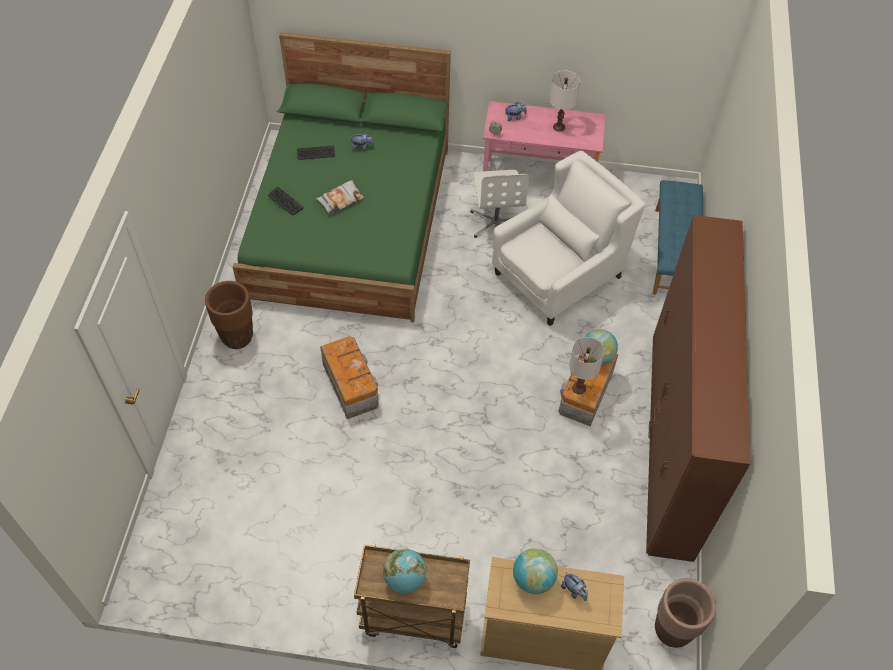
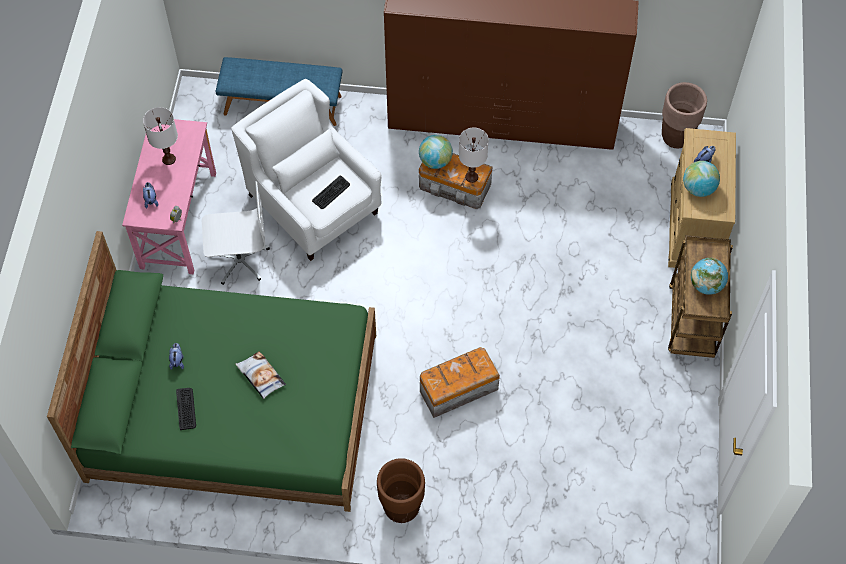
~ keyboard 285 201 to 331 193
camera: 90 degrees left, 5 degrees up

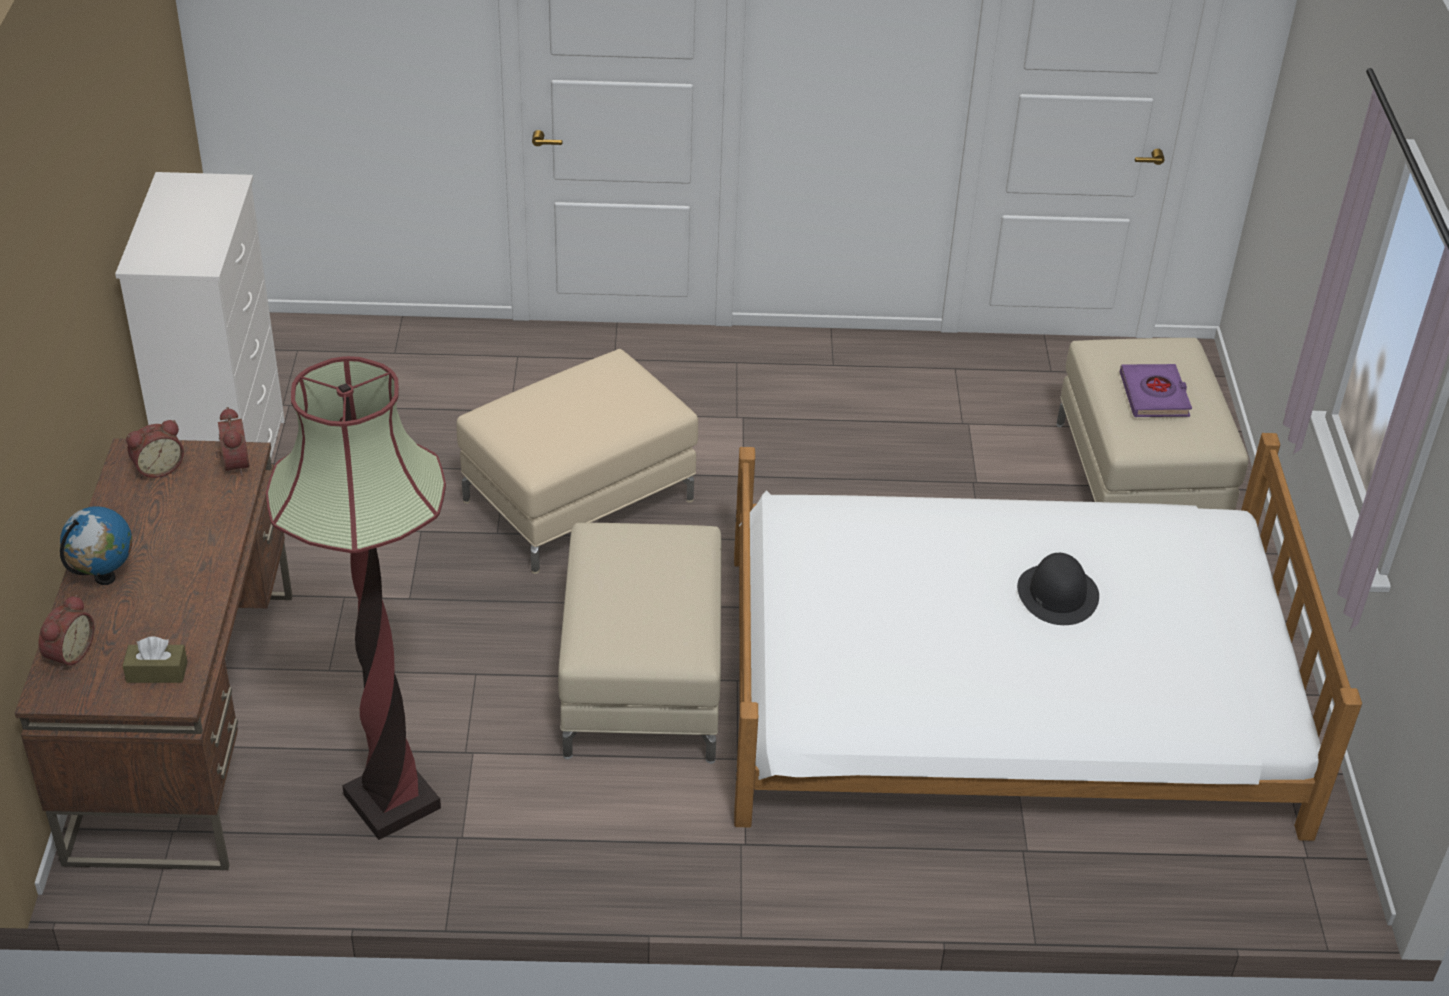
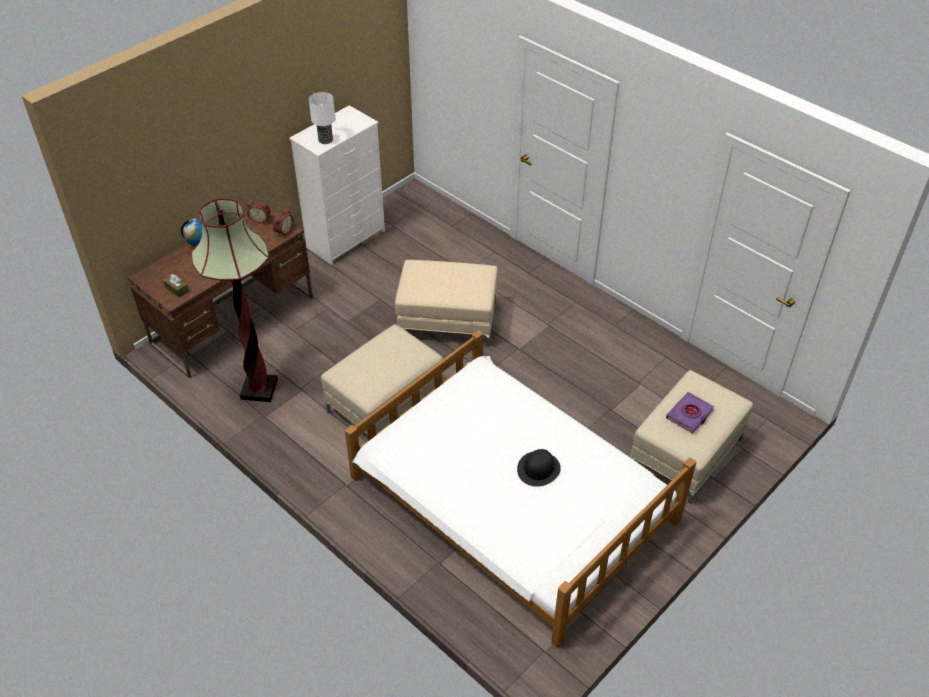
+ table lamp 325 140
- alarm clock 68 653
camera: 45 degrees right, 5 degrees up

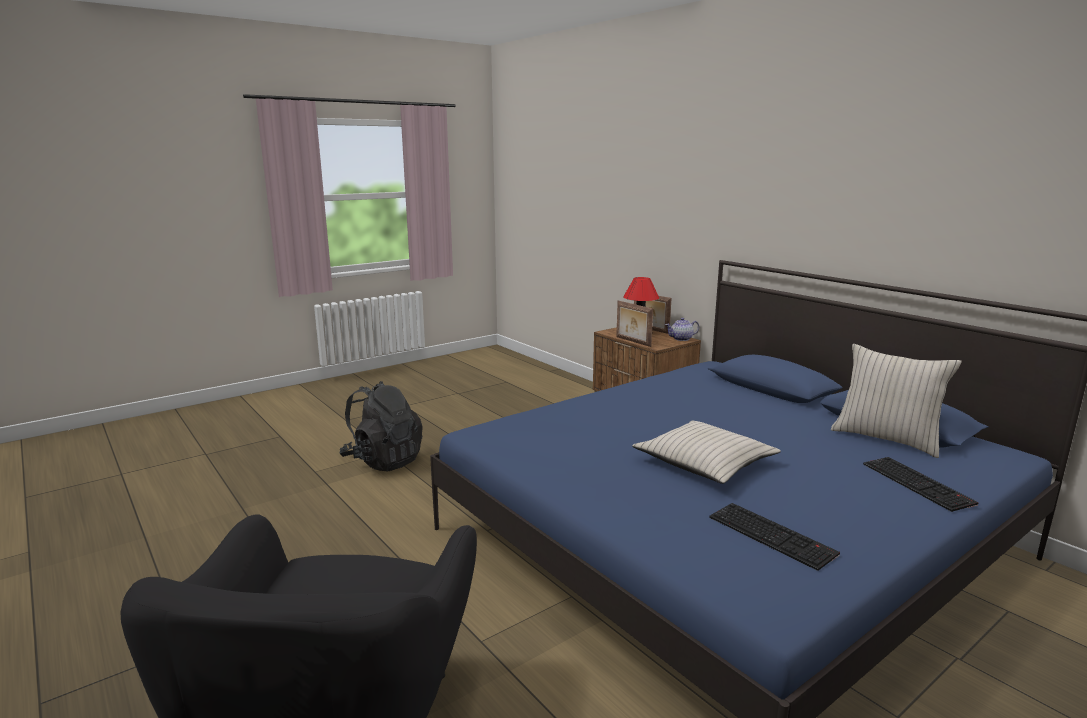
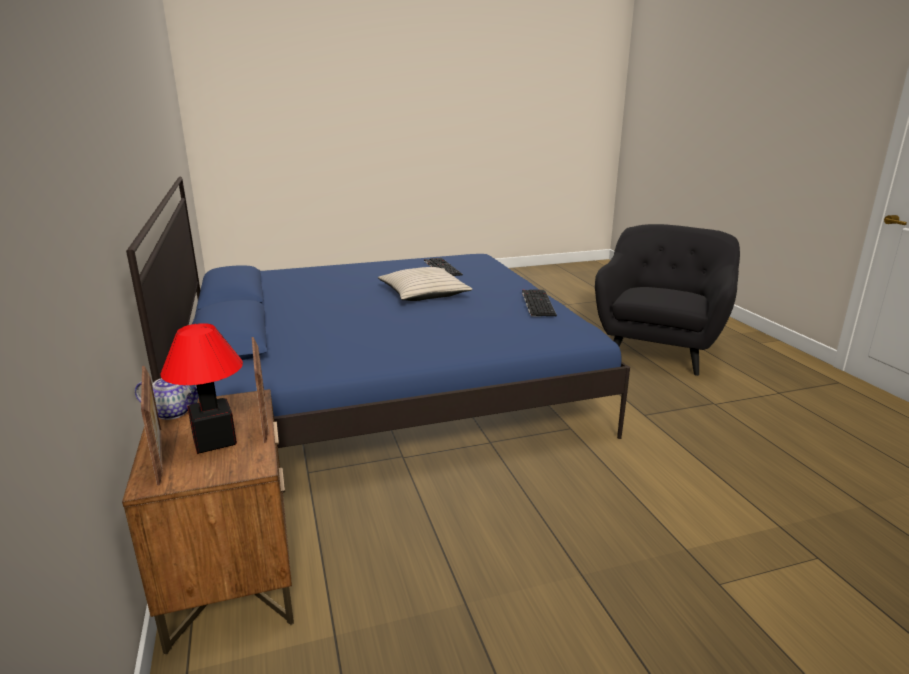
~ keyboard 919 484 to 537 303
- black backpack 383 460
- beige pillow 886 439
camera: 160 degrees left, 5 degrees up

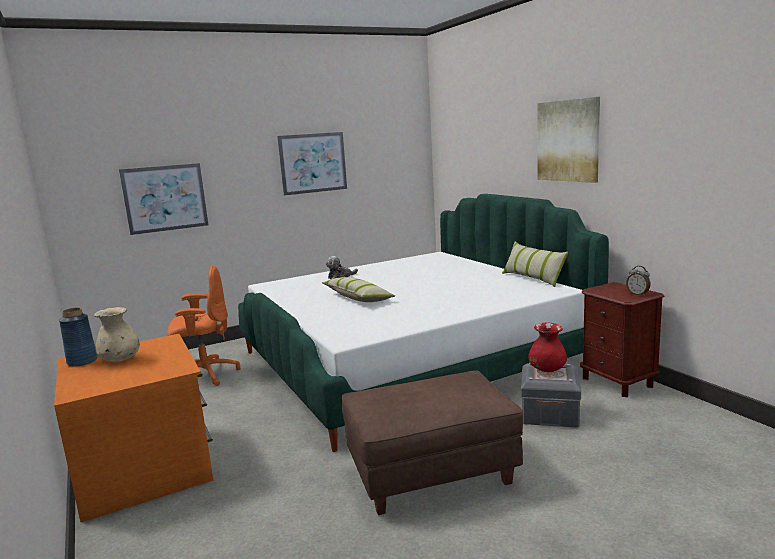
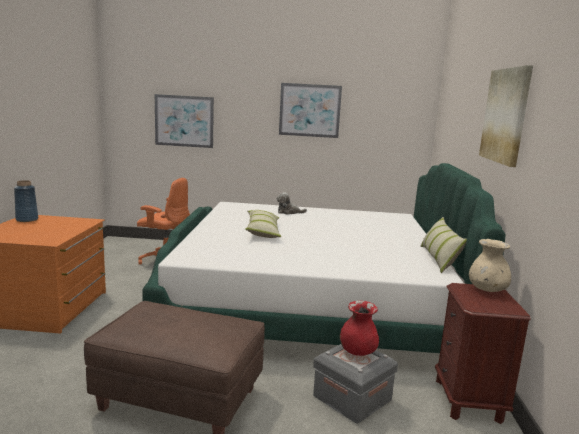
~ beige vase 120 360 to 487 290
- alarm clock 638 294
camera: 30 degrees right, 0 degrees up

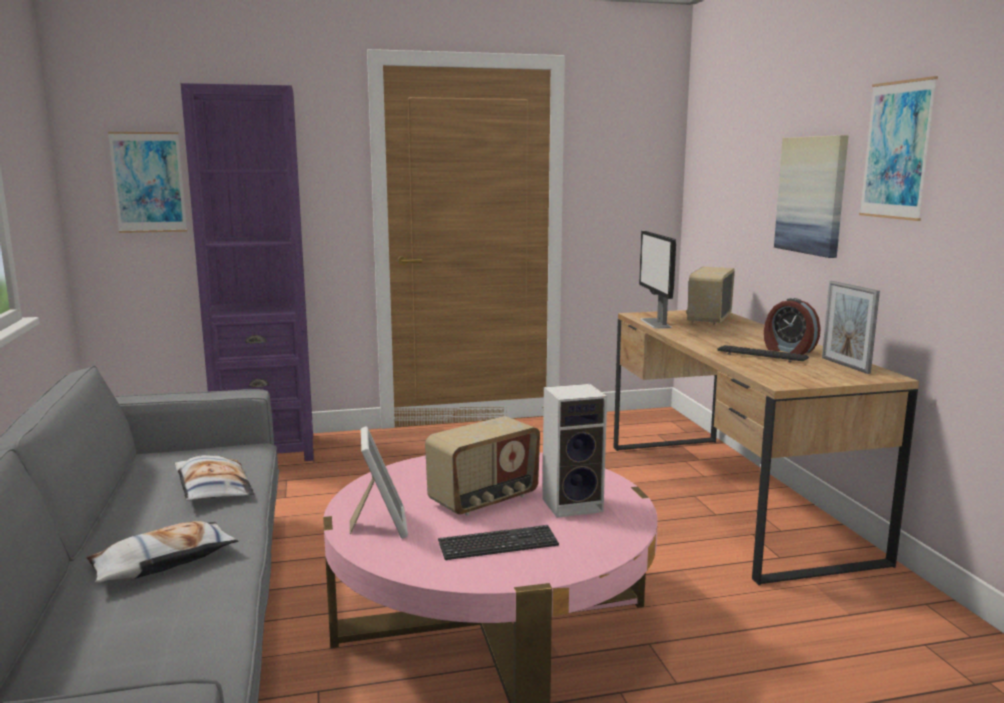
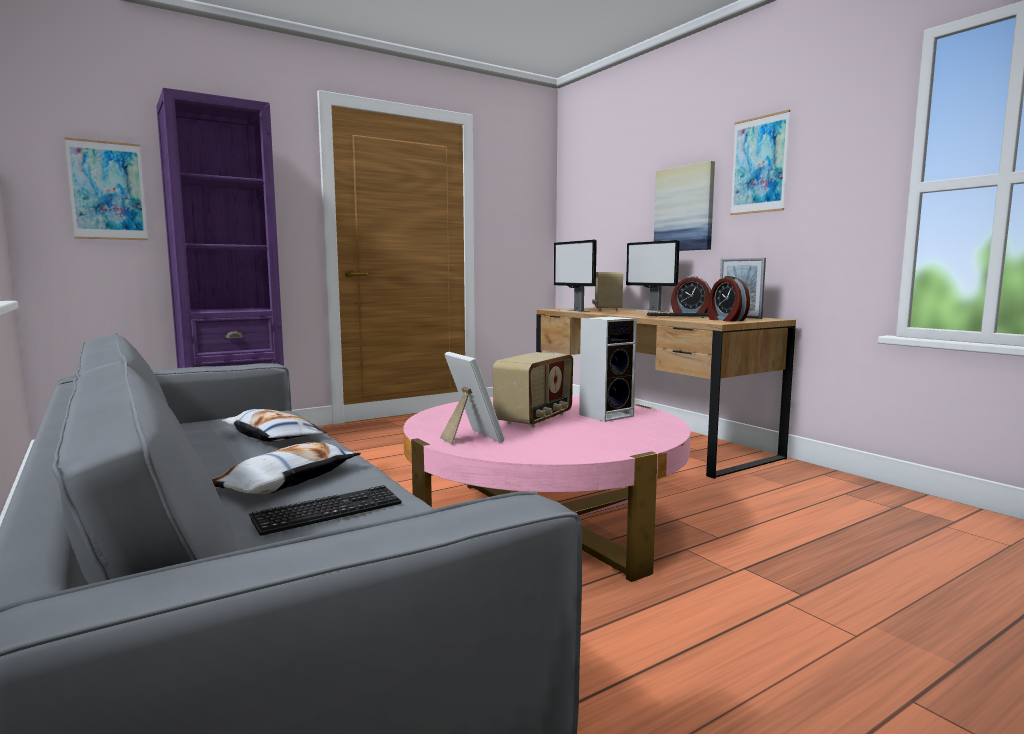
~ keyboard 498 545 to 328 512
+ monitor 651 310
+ alarm clock 726 320
camera: 20 degrees left, 5 degrees down

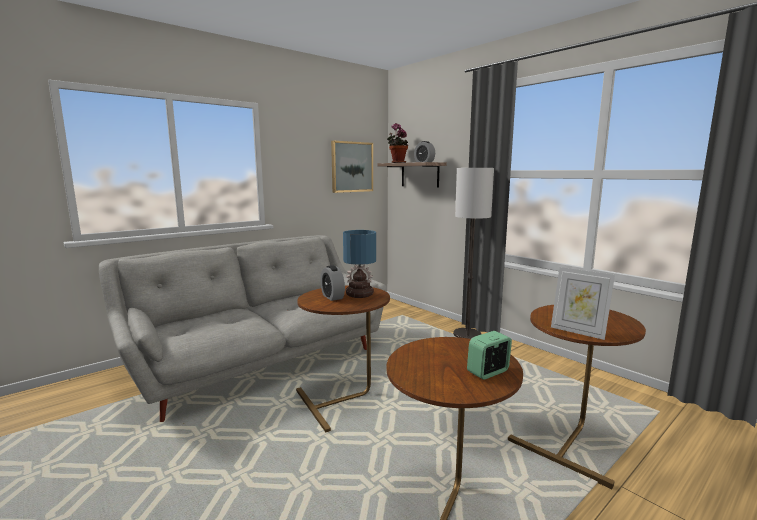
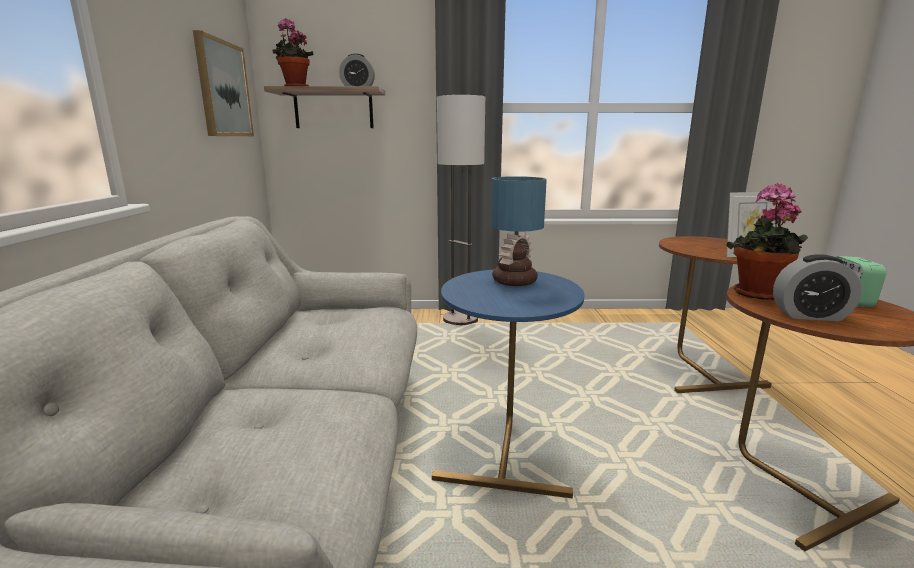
~ brown side table 344 401 to blue side table 506 450
+ potted plant 757 295
~ alarm clock 332 297 to 809 315
camera: 50 degrees left, 5 degrees up

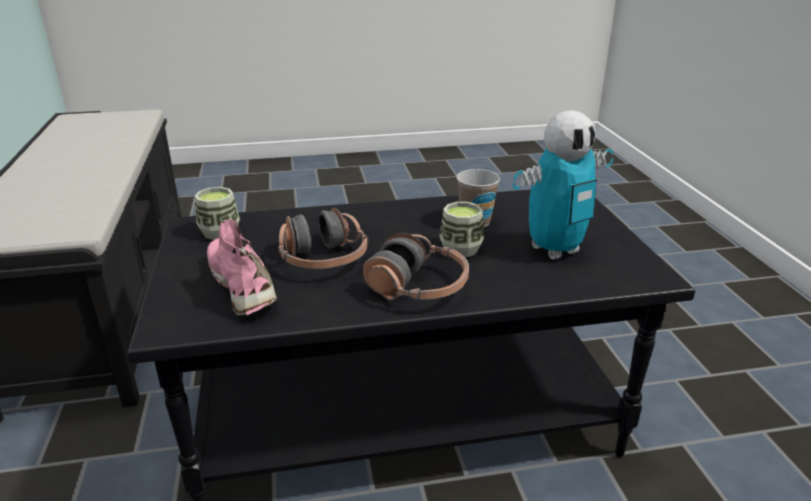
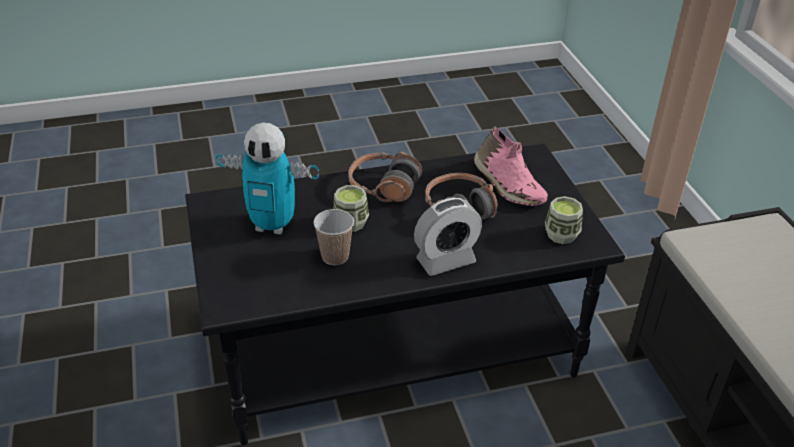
~ toy robot 555 250 = 273 225 135 degrees counterclockwise
+ alarm clock 445 261
camera: 175 degrees right, 10 degrees up

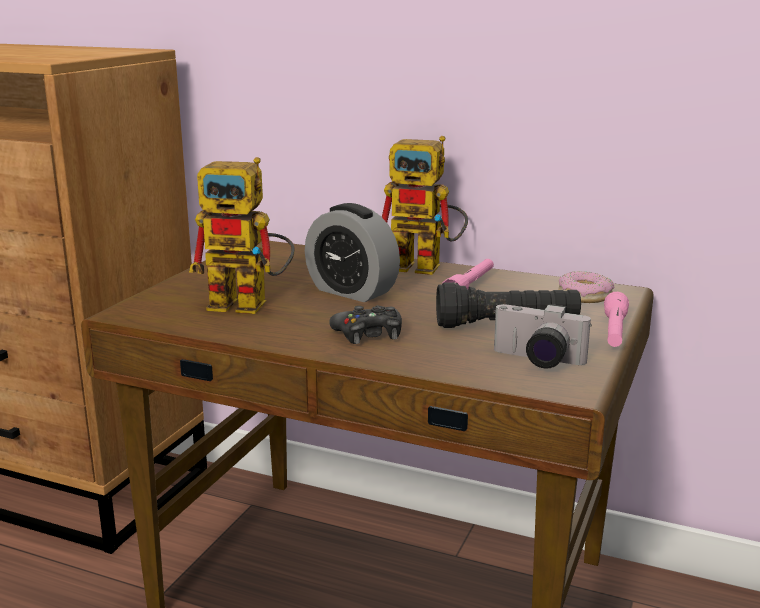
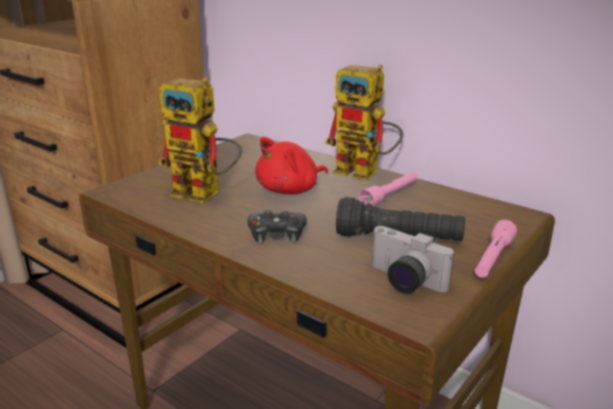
~ alarm clock 352 291 to red plush toy 290 190
- donut 584 296
camera: 15 degrees right, 5 degrees up

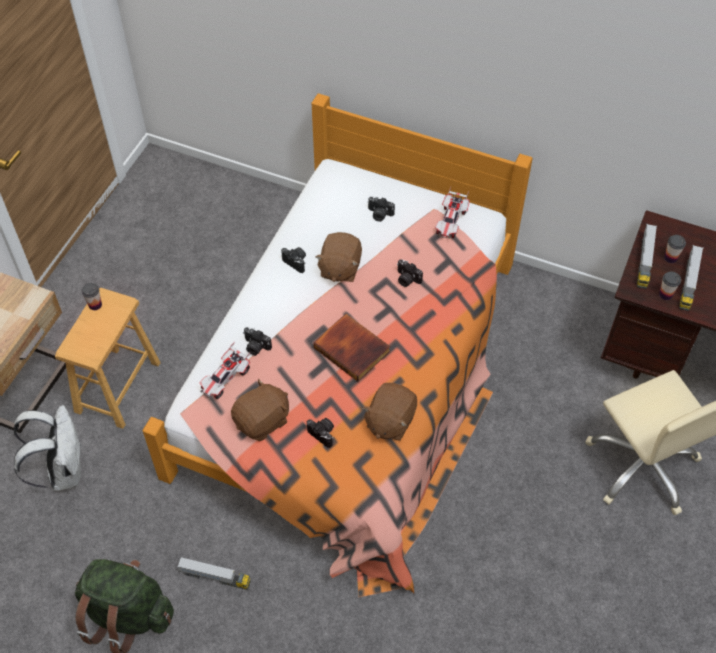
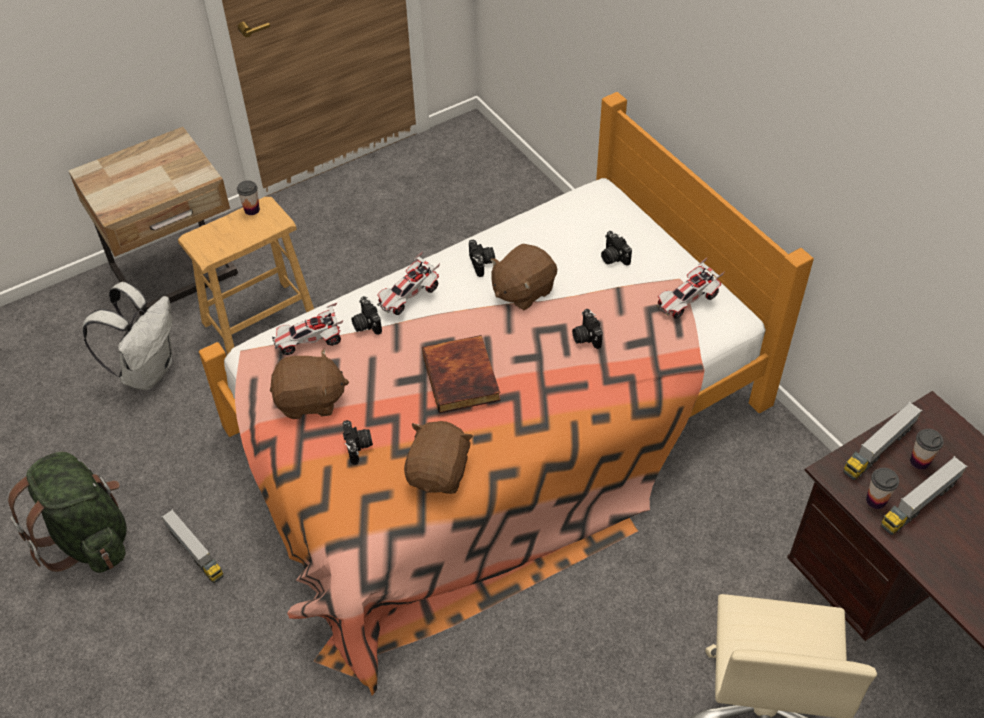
+ toy car 408 296
~ brown plush toy 389 421 = 439 472 135 degrees clockwise
camera: 35 degrees right, 5 degrees down

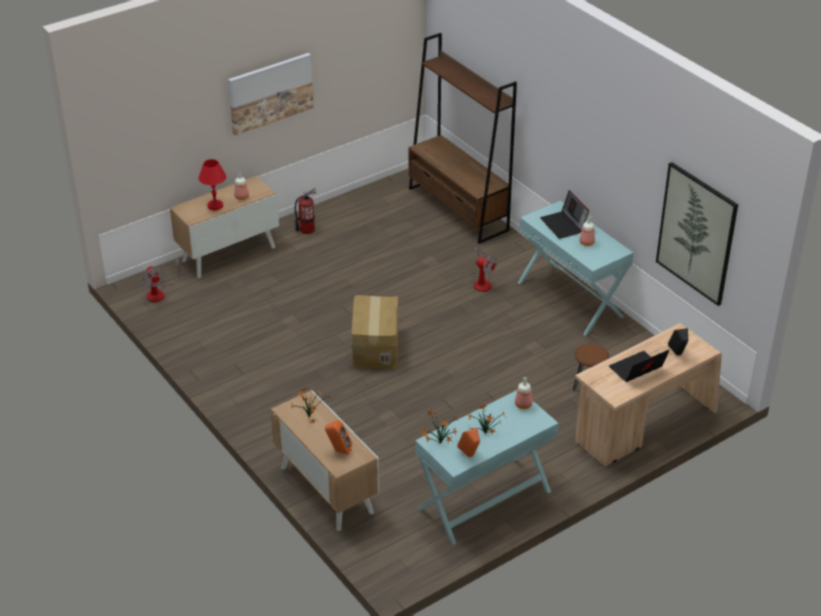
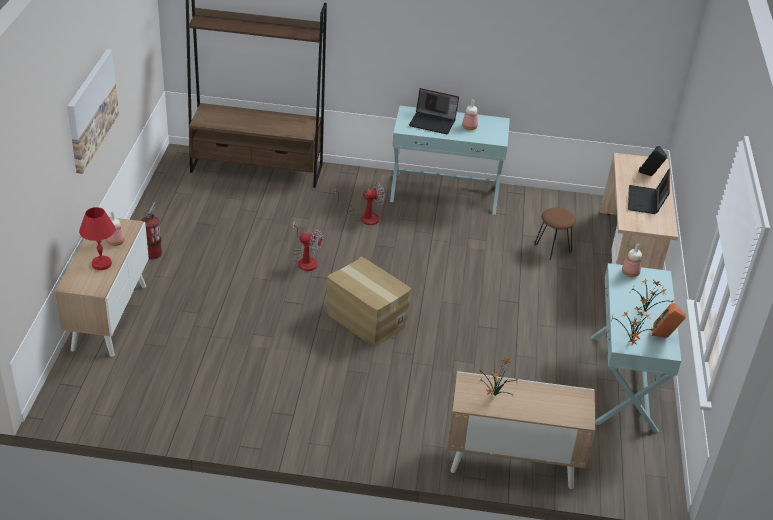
~ fan 159 292 to 305 259
- orange speaker 338 451
- picture 696 233
camera: 50 degrees left, 0 degrees up

